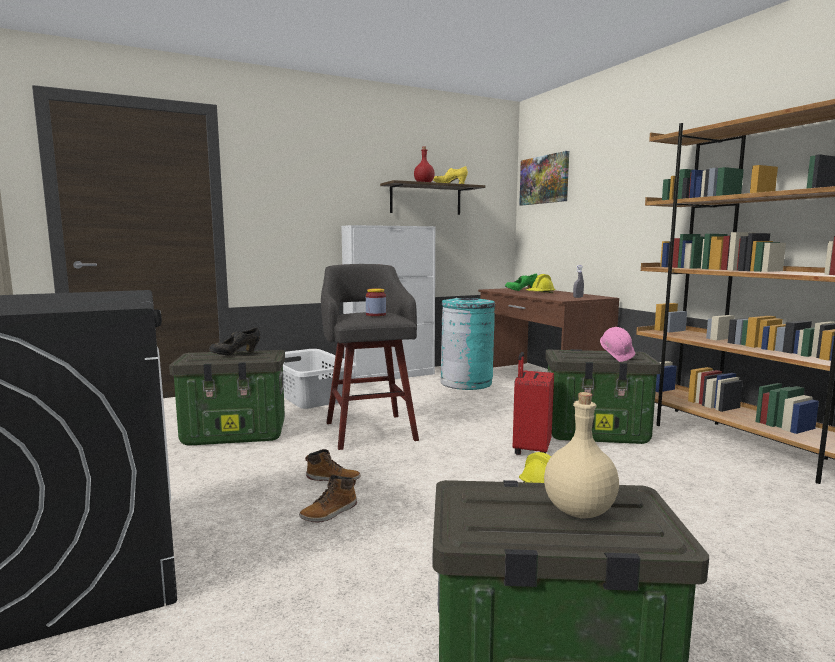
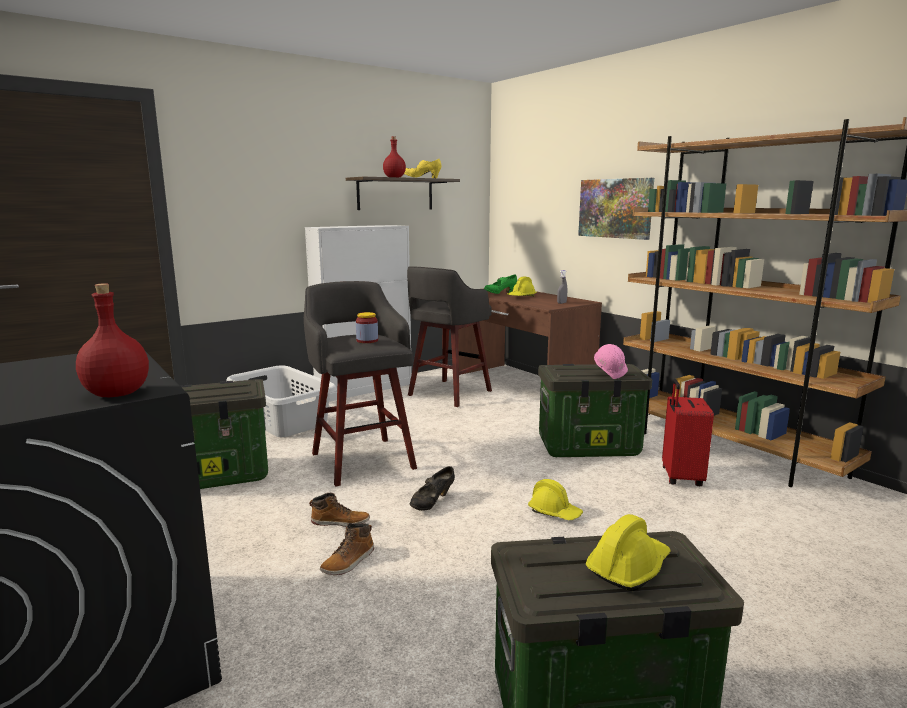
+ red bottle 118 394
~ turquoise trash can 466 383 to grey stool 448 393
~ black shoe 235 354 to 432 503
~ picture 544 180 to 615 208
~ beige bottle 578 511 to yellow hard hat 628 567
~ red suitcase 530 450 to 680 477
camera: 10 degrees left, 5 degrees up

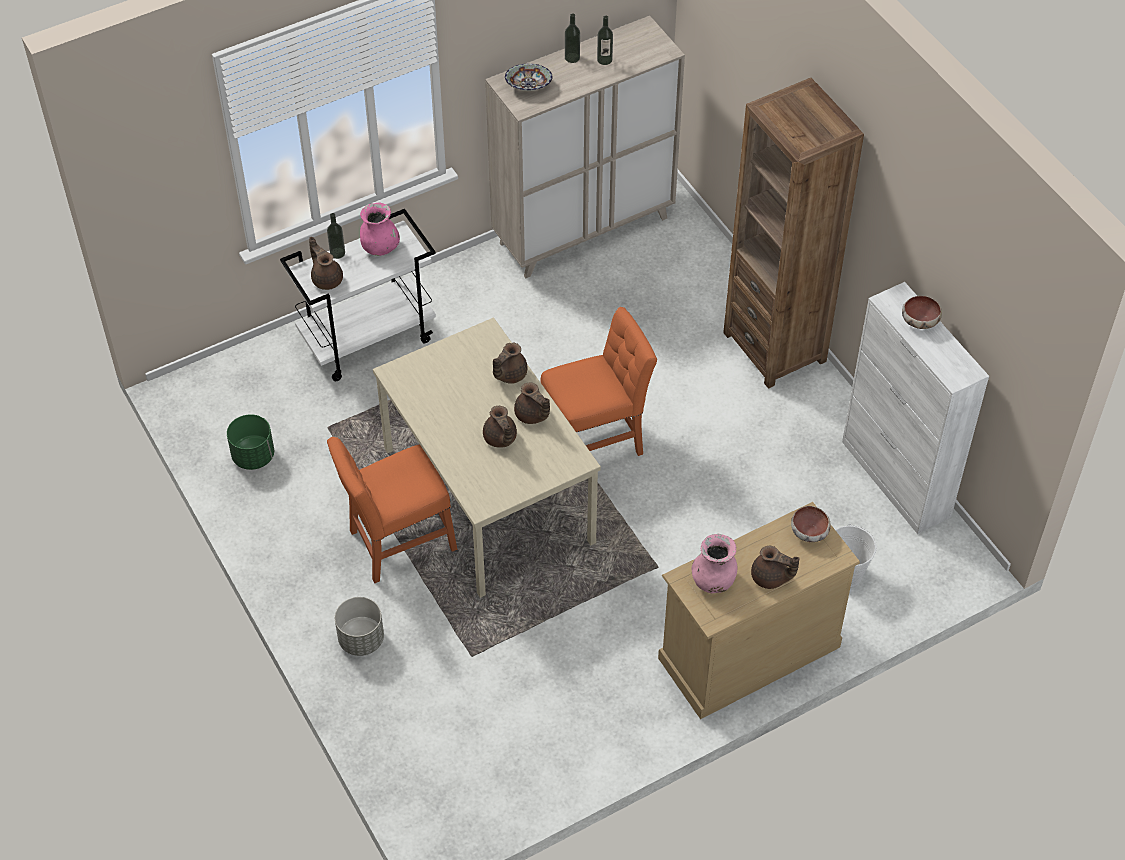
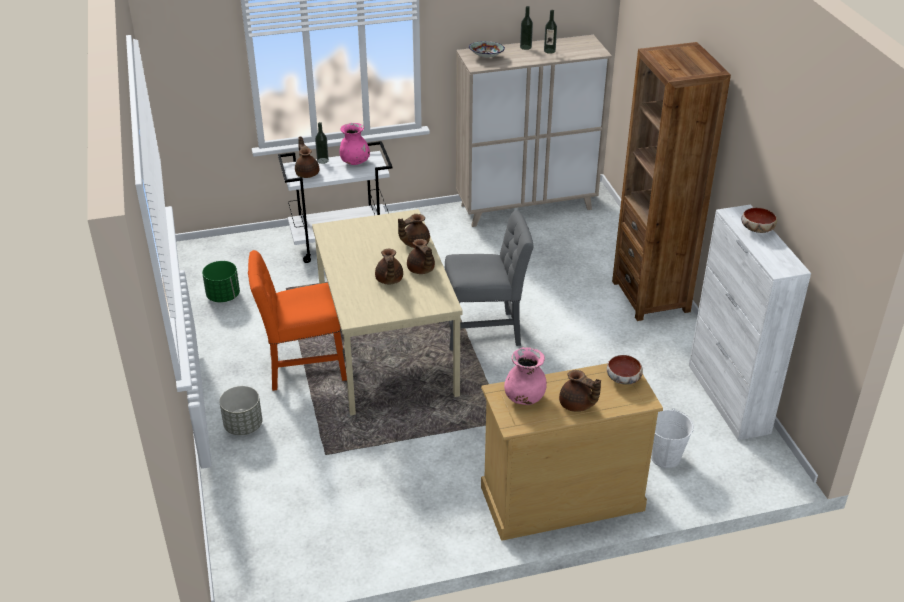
~ orange chair 595 442 to grey chair 486 331
camera: 15 degrees right, 15 degrees down

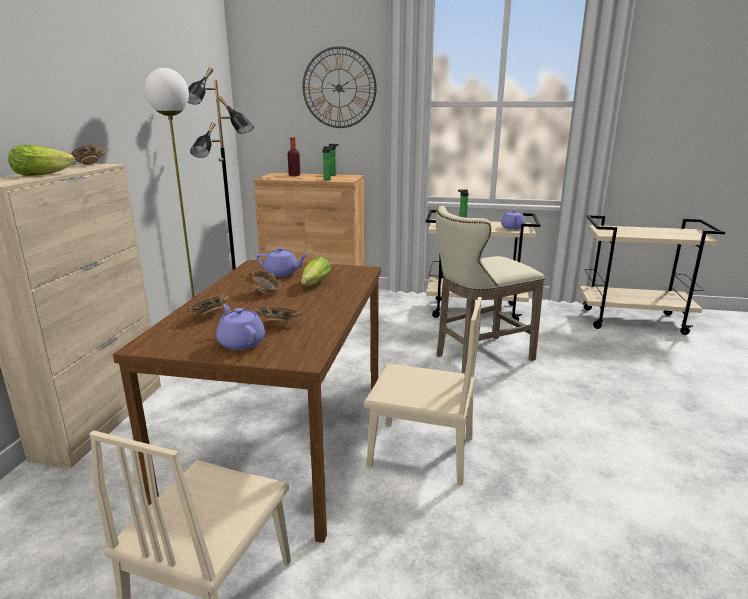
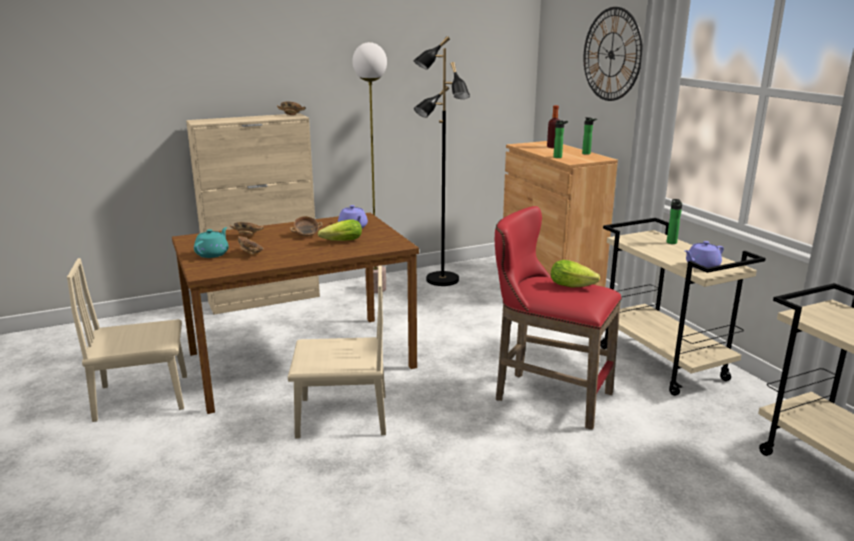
~ purple teapot 241 342 to turquoise teapot 212 254
~ beige chair 421 452 = 342 416 75 degrees counterclockwise
~ beige stool 478 357 to red stool 546 396
~ lettuce 45 174 to 574 286
camera: 55 degrees right, 0 degrees up

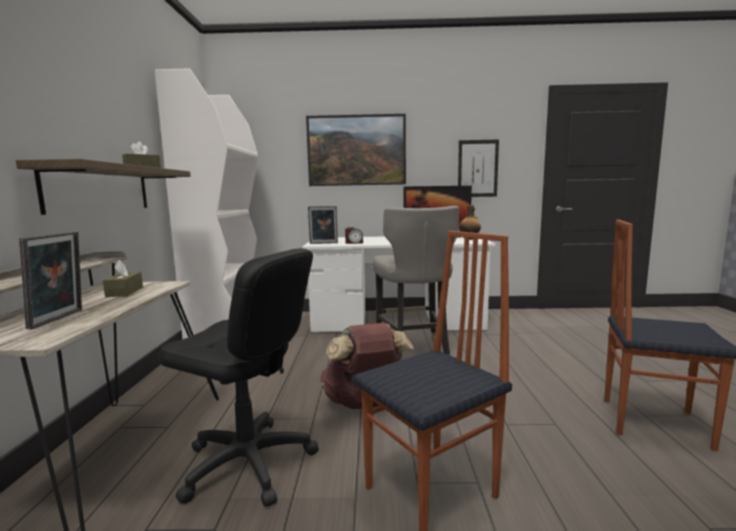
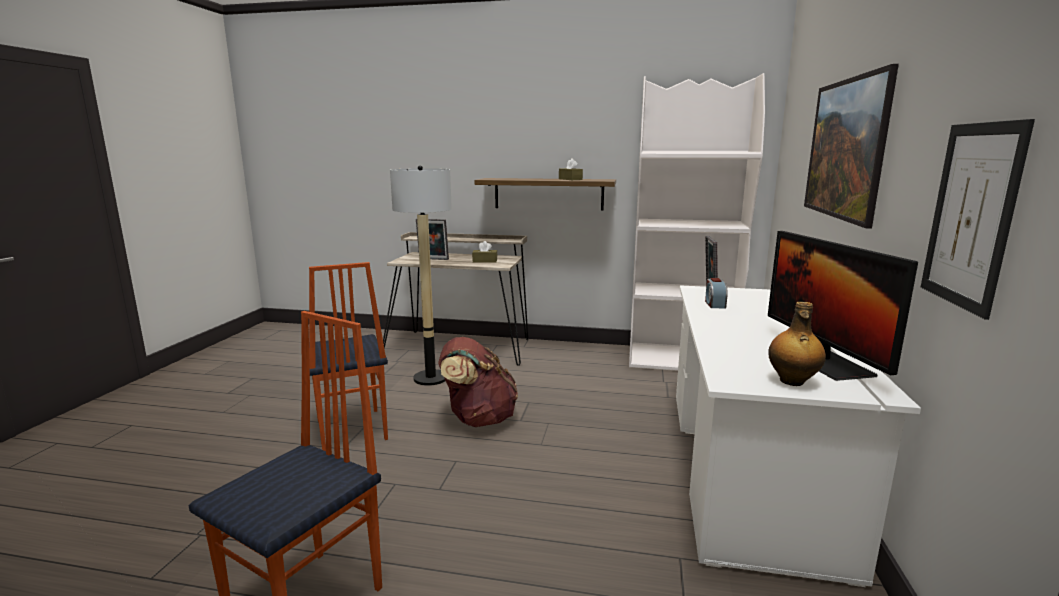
~ black office chair 248 463 to floor lamp 430 378
- grey stool 413 355
camera: 100 degrees right, 5 degrees up

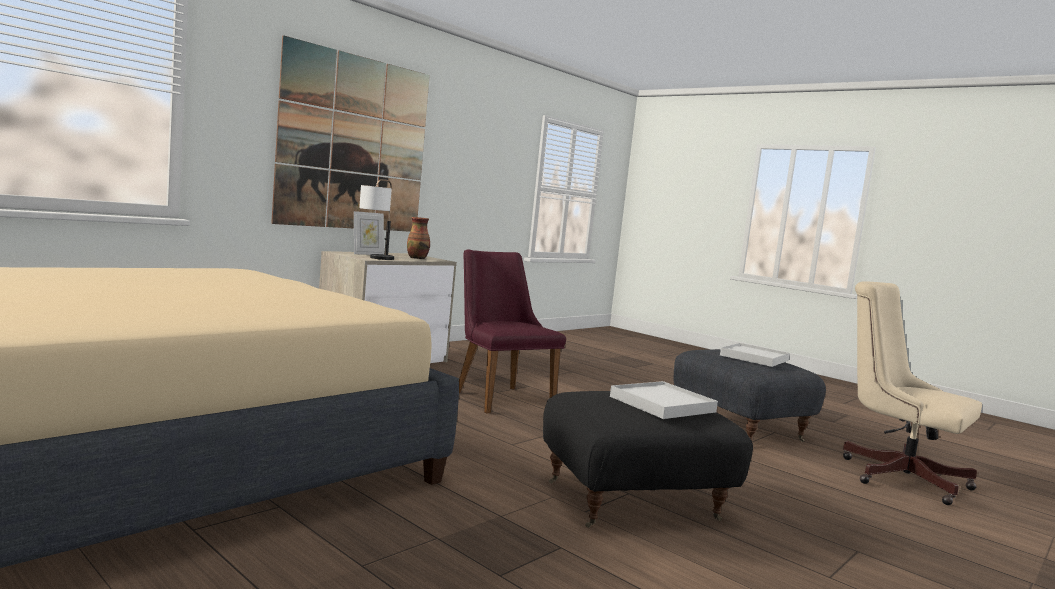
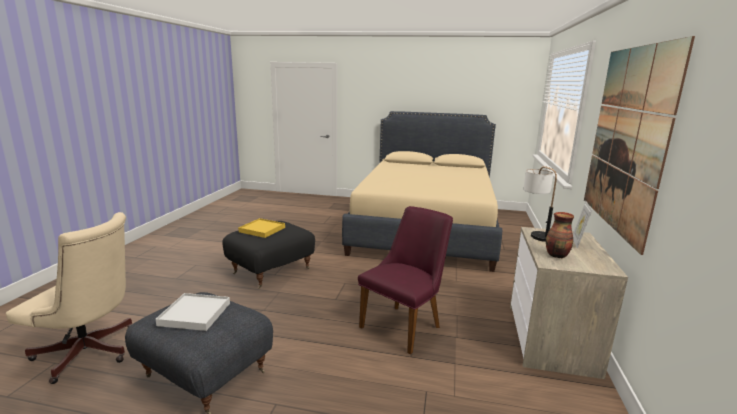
~ white tray 662 404 to yellow tray 262 230
~ purple chair 498 396 = 405 324 75 degrees counterclockwise
camera: 150 degrees right, 10 degrees up

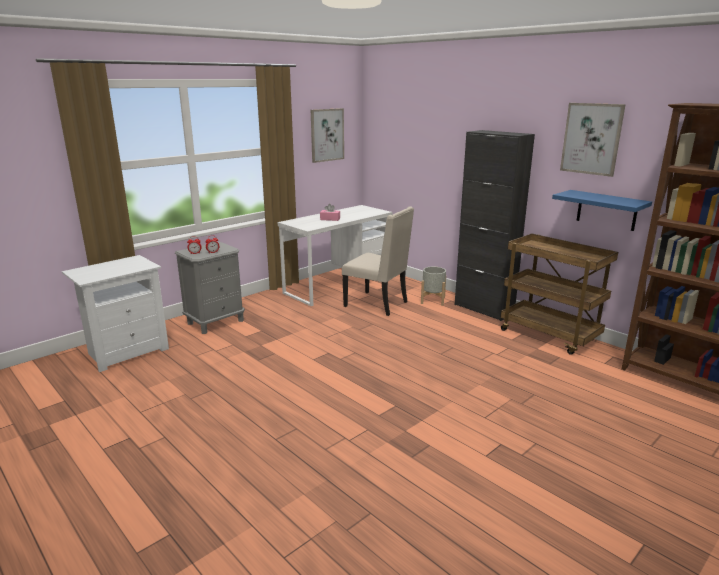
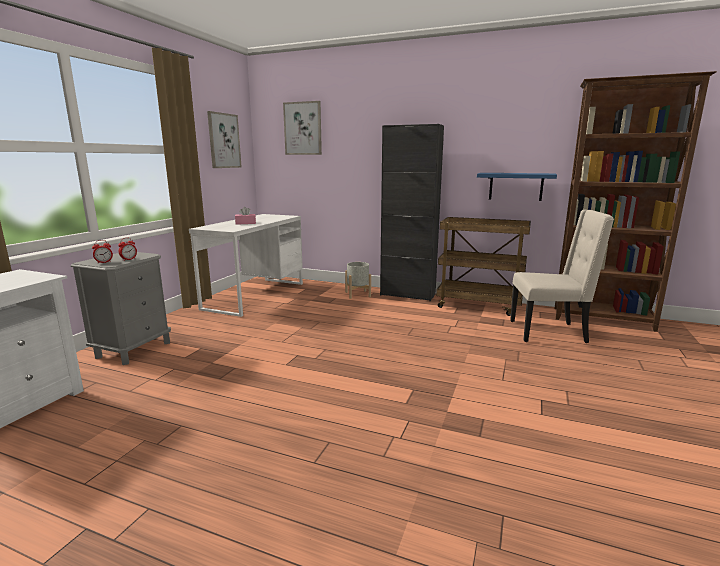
~ picture 591 139 to 303 128
~ beige chair 377 304 to 549 332
camera: 25 degrees left, 5 degrees down

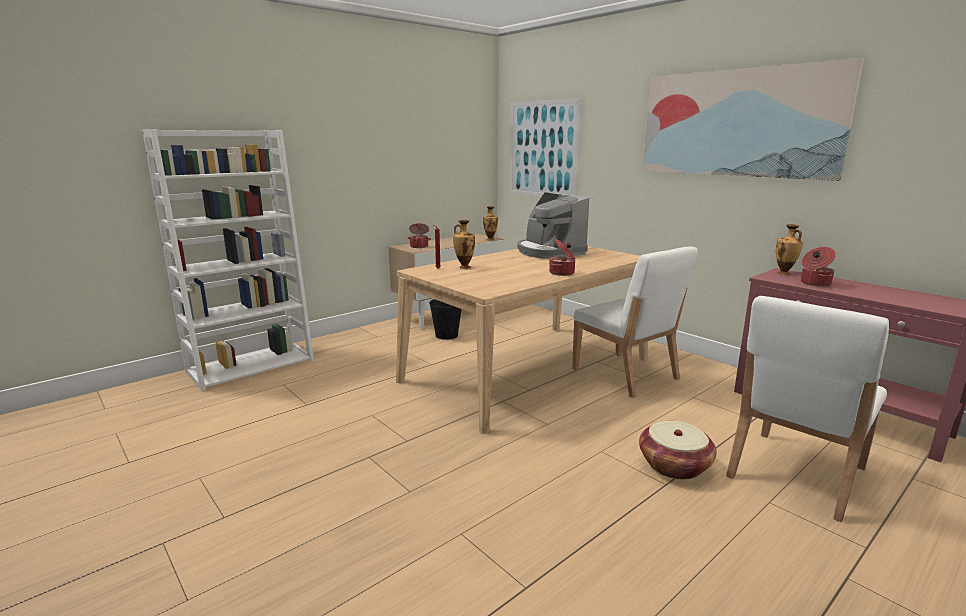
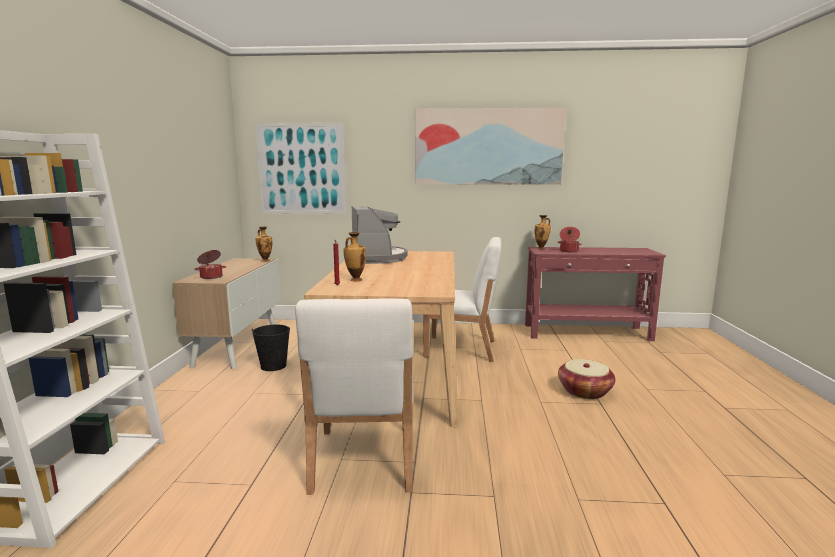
~ white chair 795 473 to 362 460
~ coffee machine 549 252 = 378 258 120 degrees counterclockwise
- cooking pot 562 273
camera: 45 degrees left, 5 degrees down

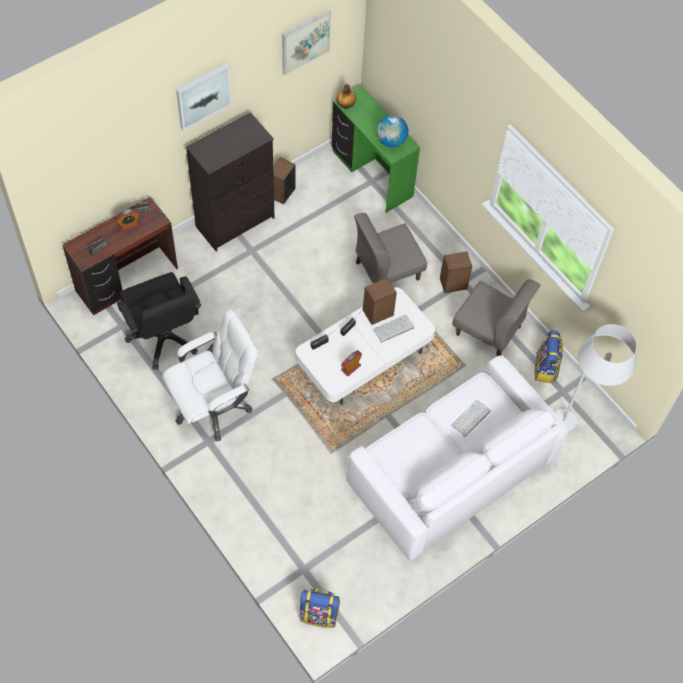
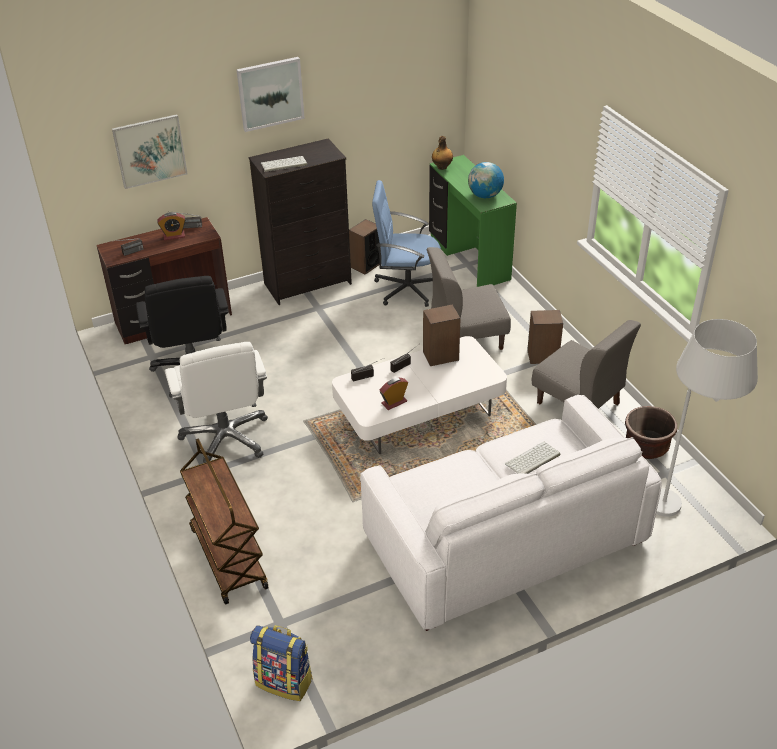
~ picture 305 41 to 150 151
~ white office chair 213 406 = 226 438 90 degrees clockwise
+ brown cart 227 557
~ keyboard 393 329 to 283 164
+ blue office chair 406 288
~ backpack 546 368 to brown planter 646 447
camera: 15 degrees right, 20 degrees down

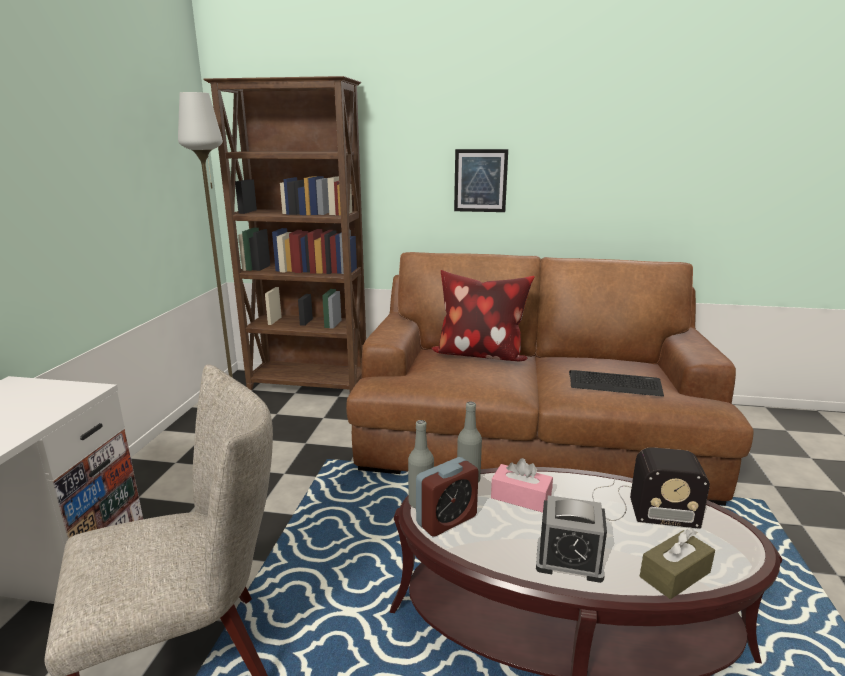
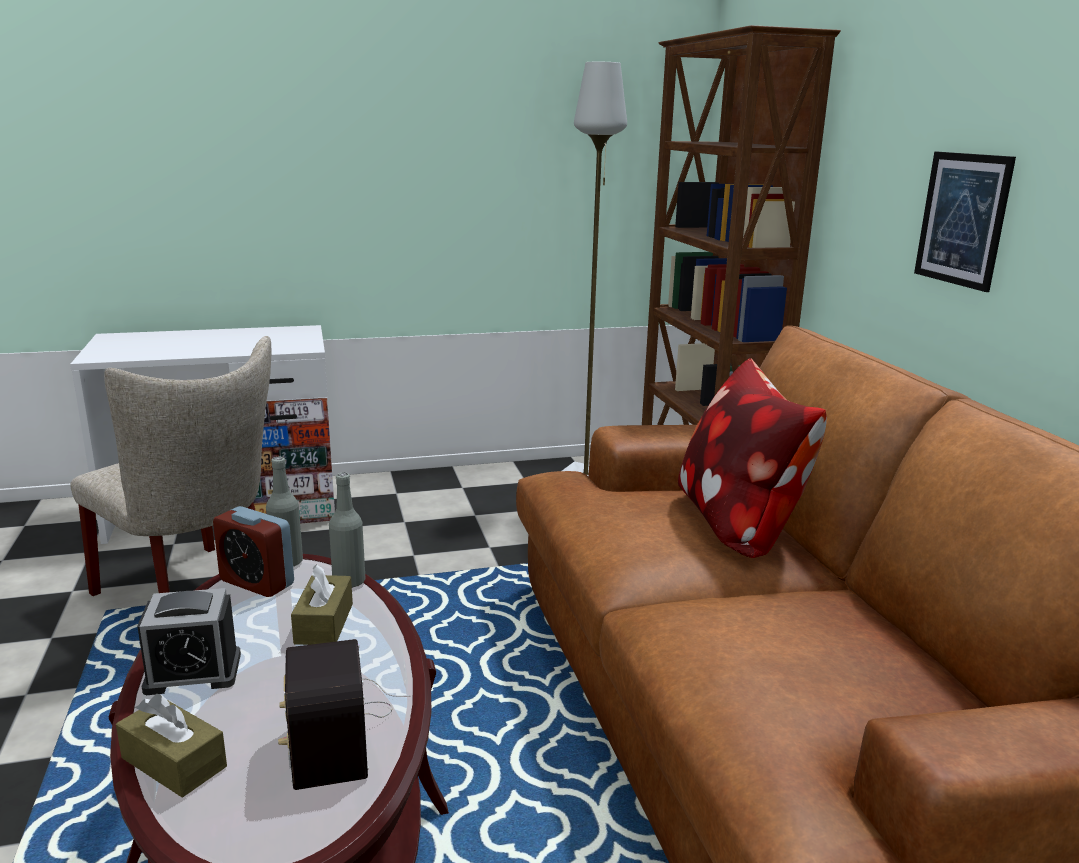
~ alarm clock 569 560 = 193 672 90 degrees counterclockwise
~ pink tissue box 521 497 to brown tissue box 324 623
- keyboard 615 384
camera: 65 degrees right, 0 degrees up

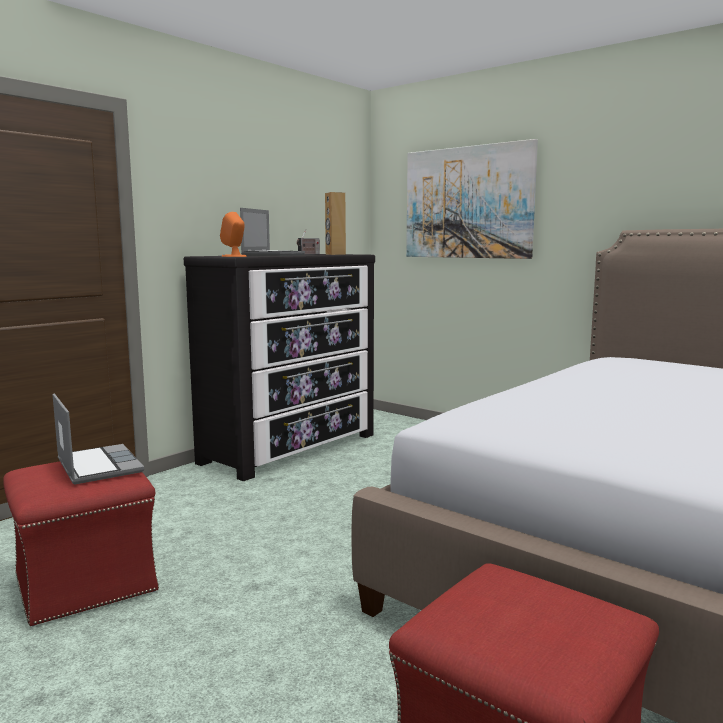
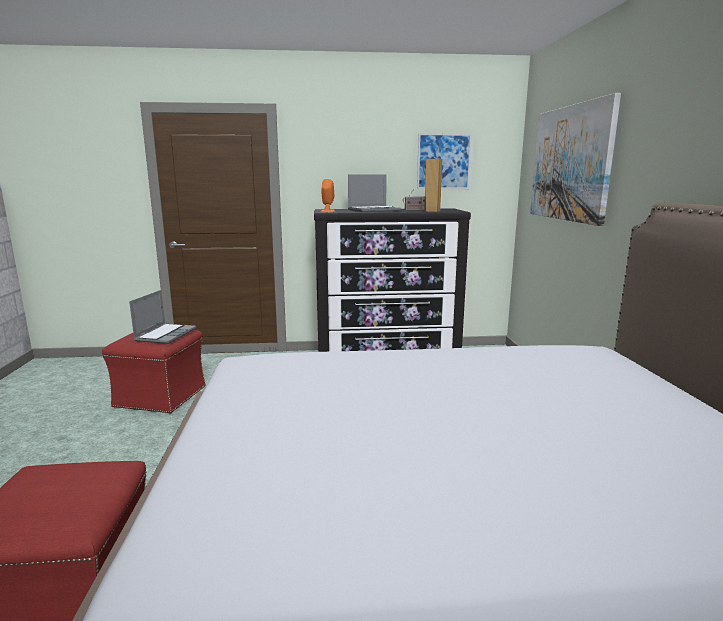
+ picture 443 161
camera: 45 degrees right, 5 degrees up

